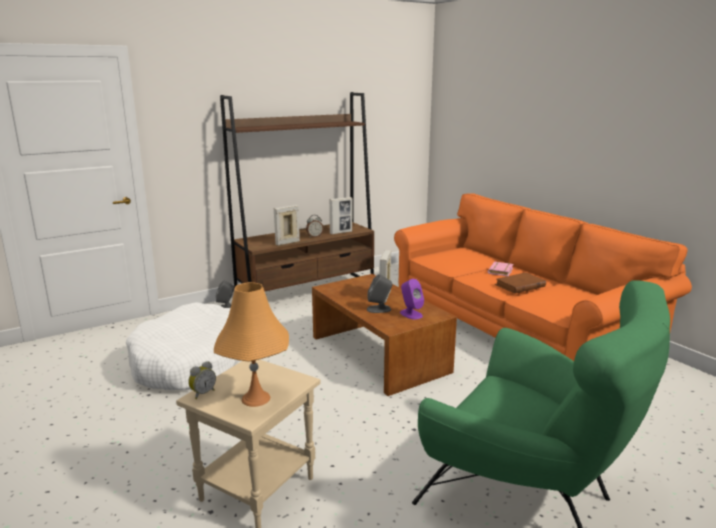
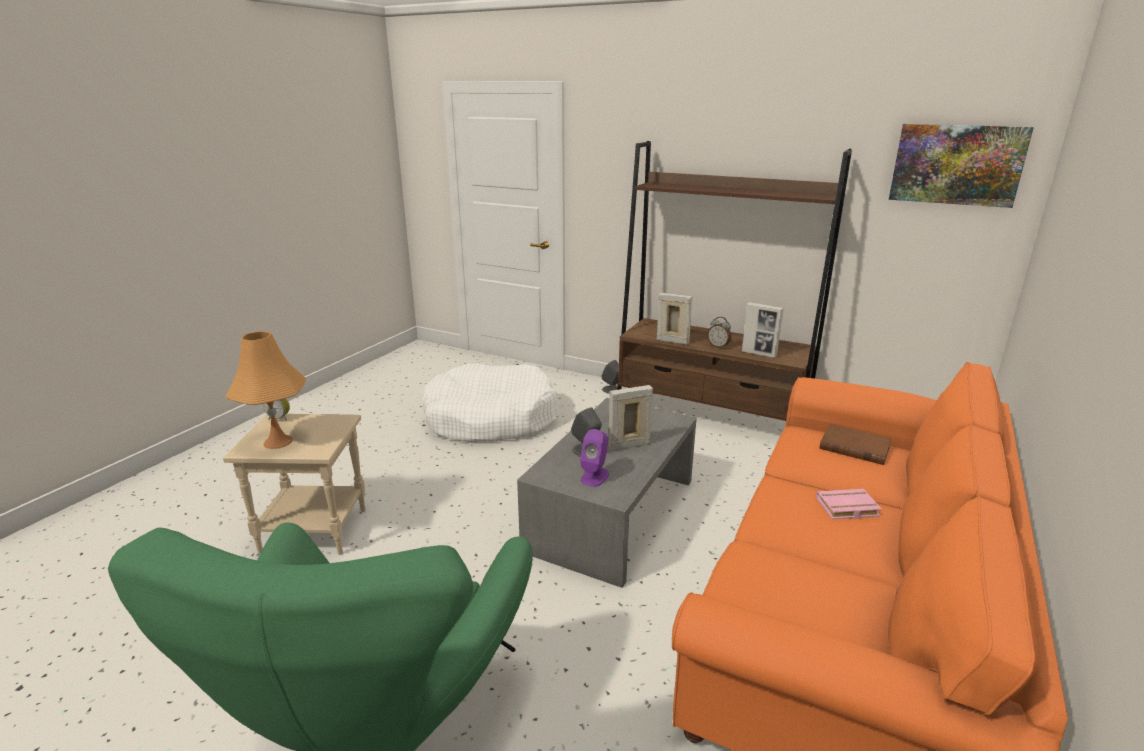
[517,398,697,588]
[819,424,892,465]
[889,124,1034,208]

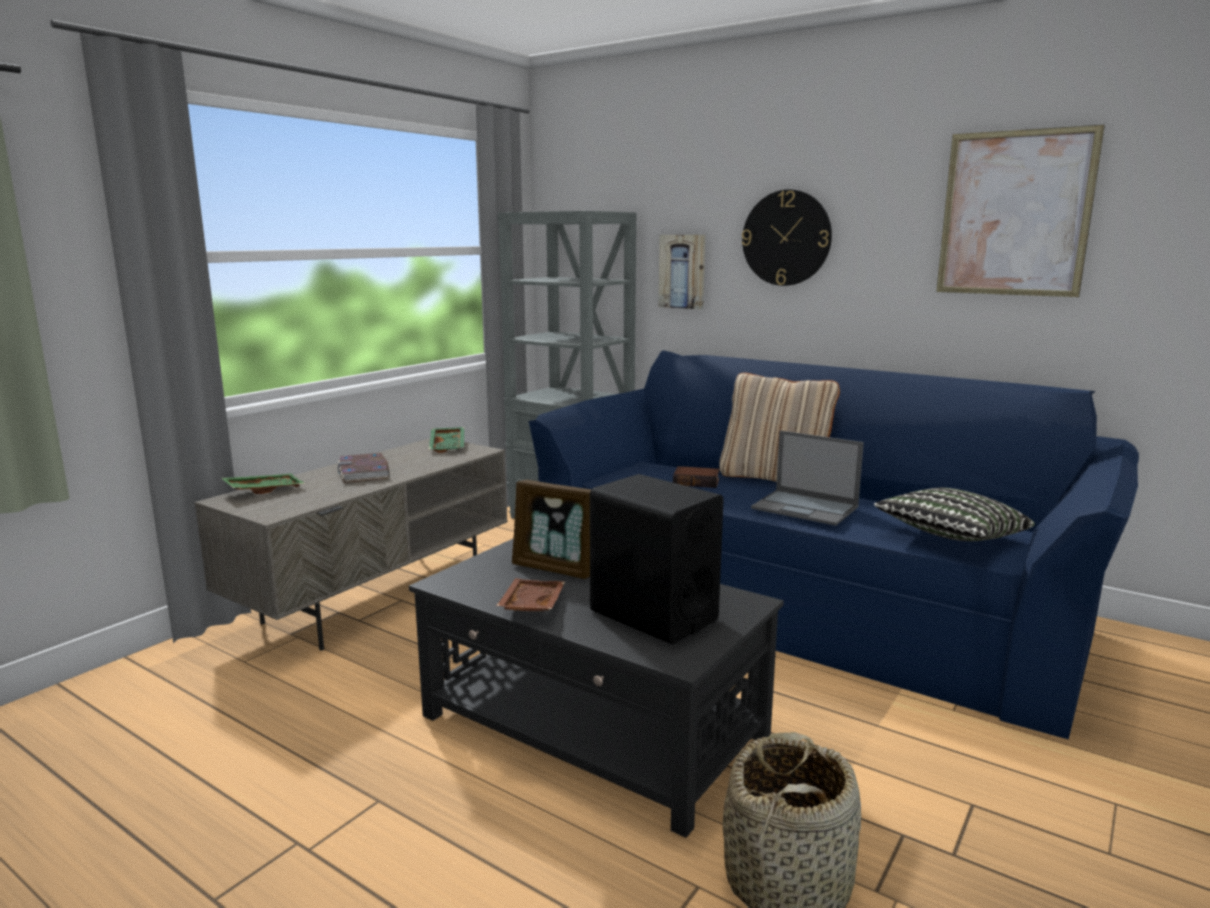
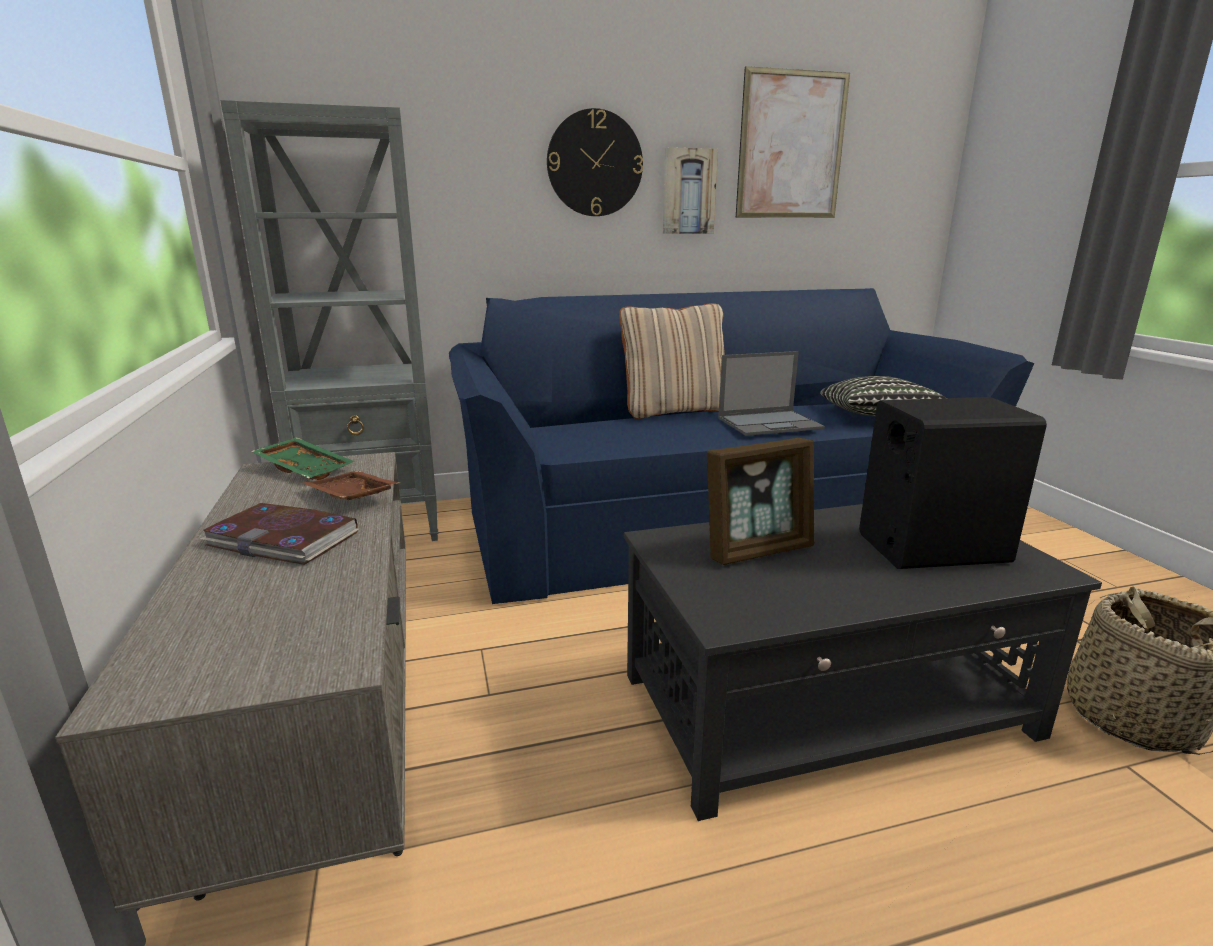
[303,471,400,500]
[663,147,718,234]
[222,473,305,494] (first image)
[673,466,720,488] (first image)

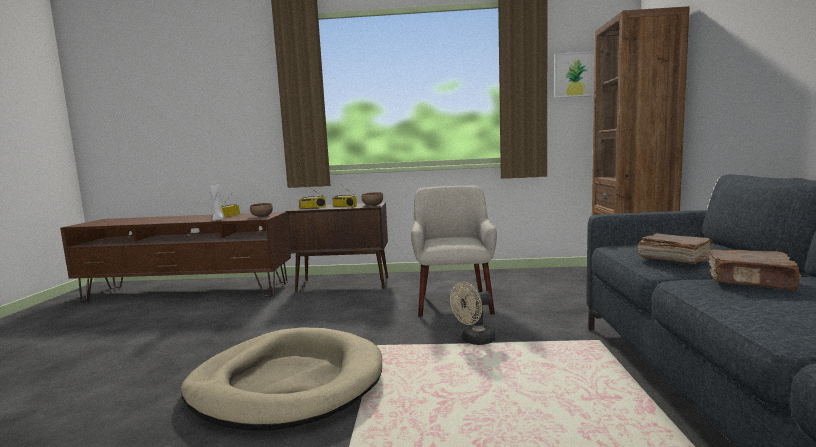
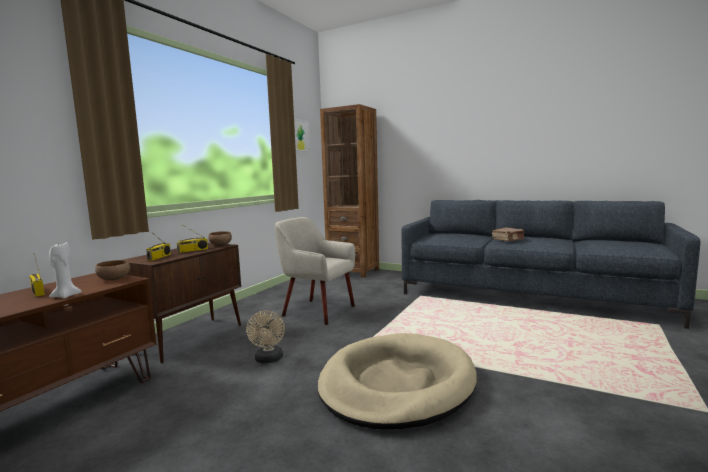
[246,311,285,363]
[638,233,713,264] (first image)

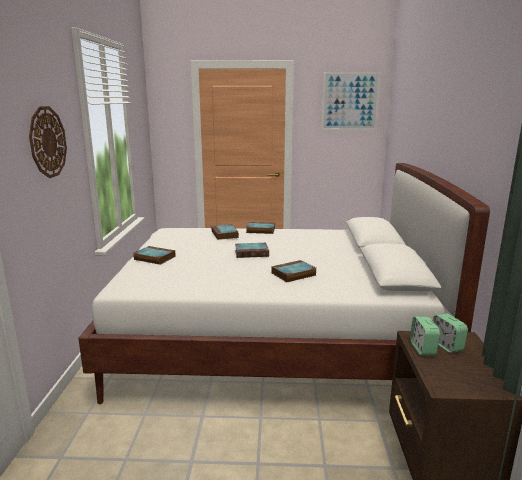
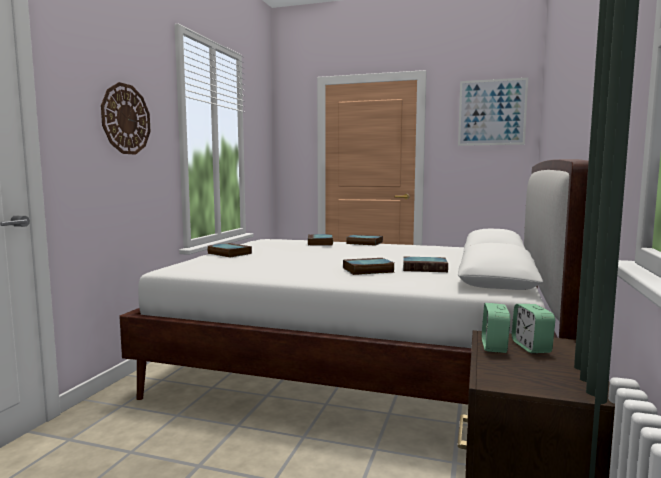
[403,256,448,272]

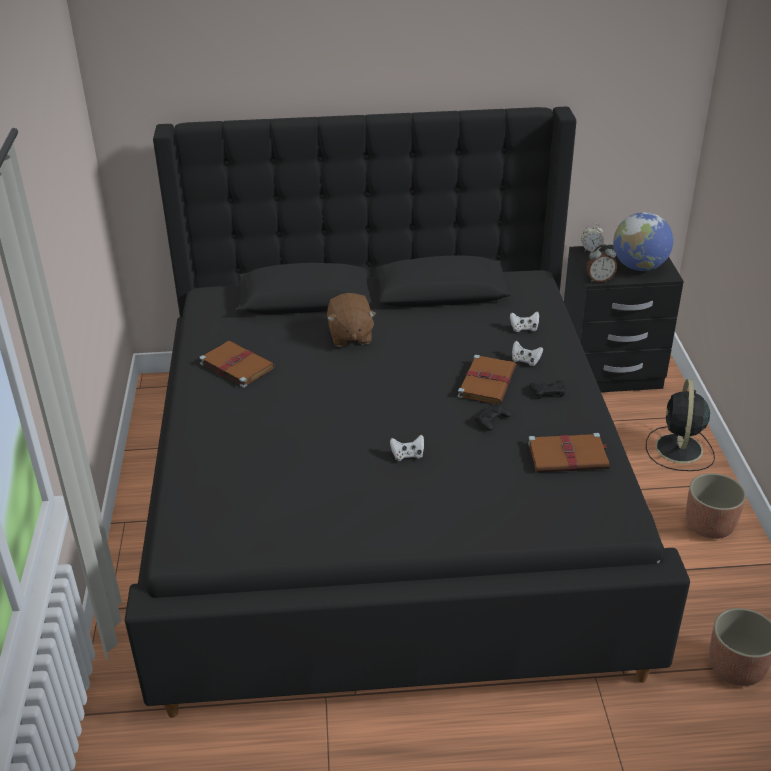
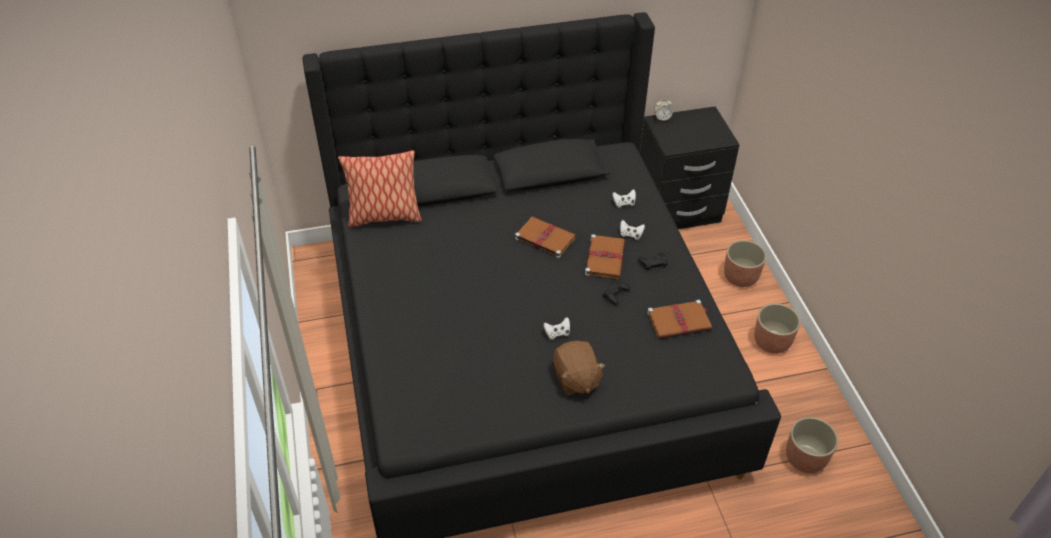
[338,150,422,227]
[515,216,576,259]
[553,340,606,395]
[724,240,766,287]
[586,244,617,282] (first image)
[613,212,673,271] (first image)

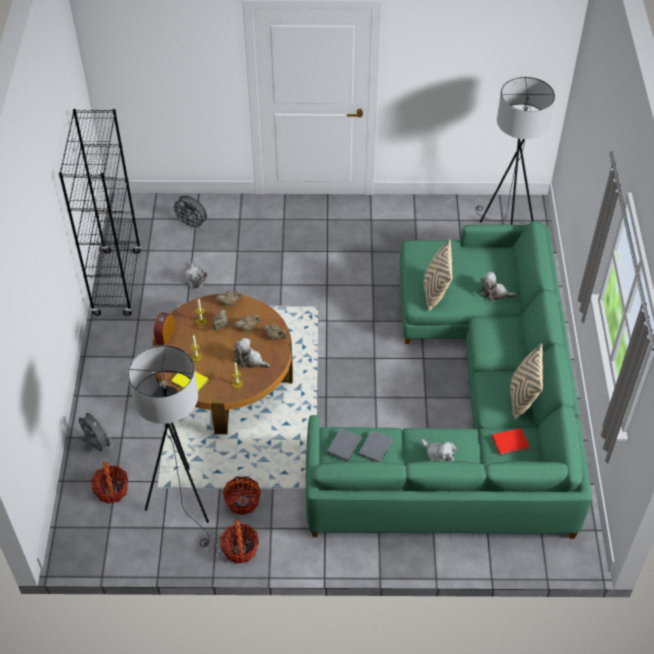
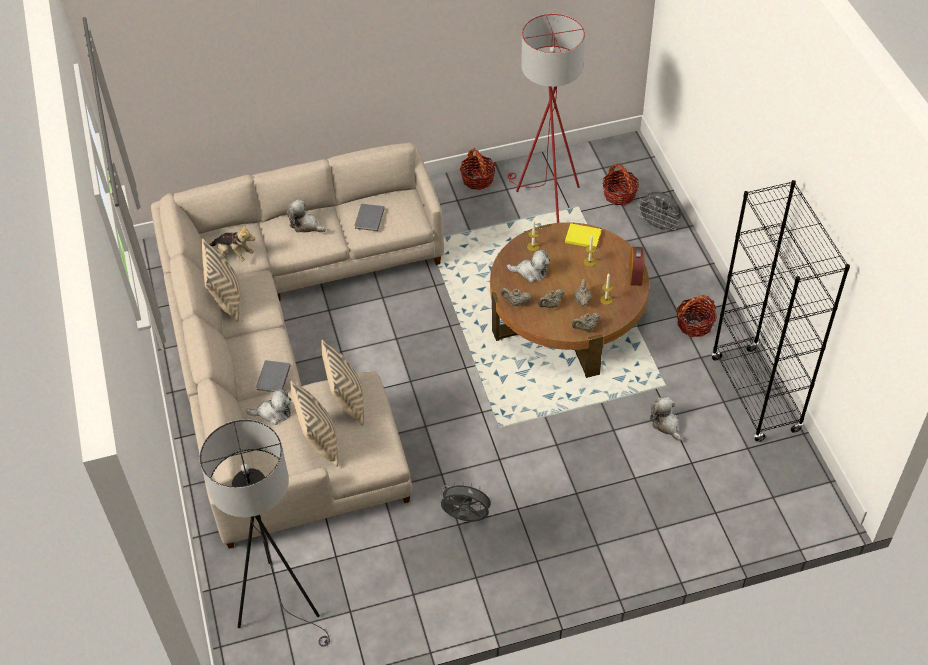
[151,142,444,549]
[209,225,255,262]
[256,360,291,392]
[291,381,338,467]
[440,481,494,522]
[508,14,585,223]
[677,295,717,337]

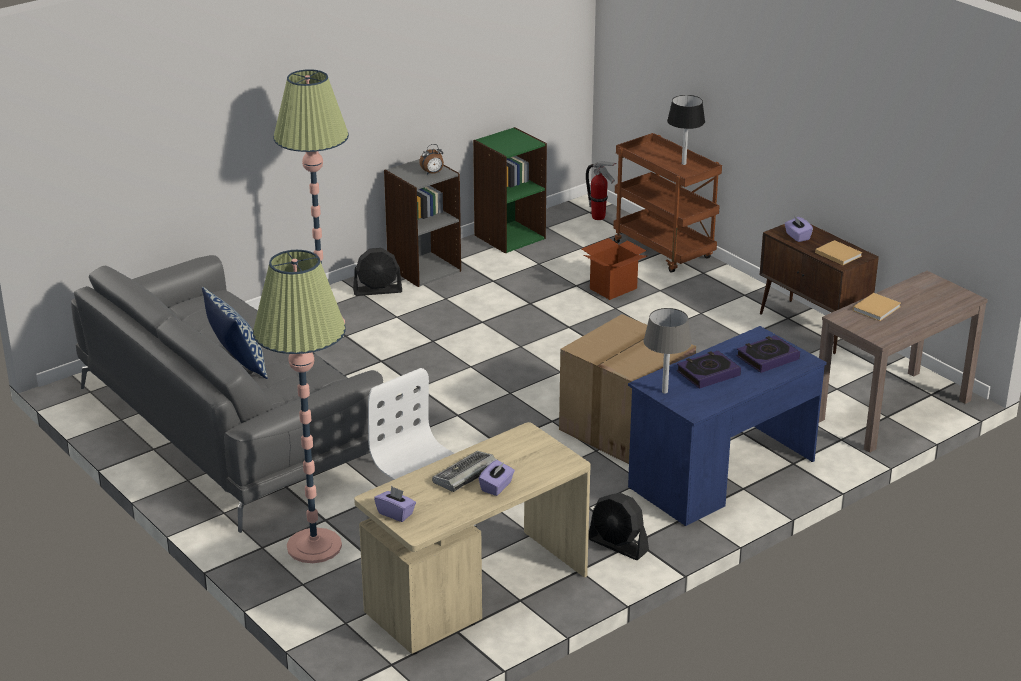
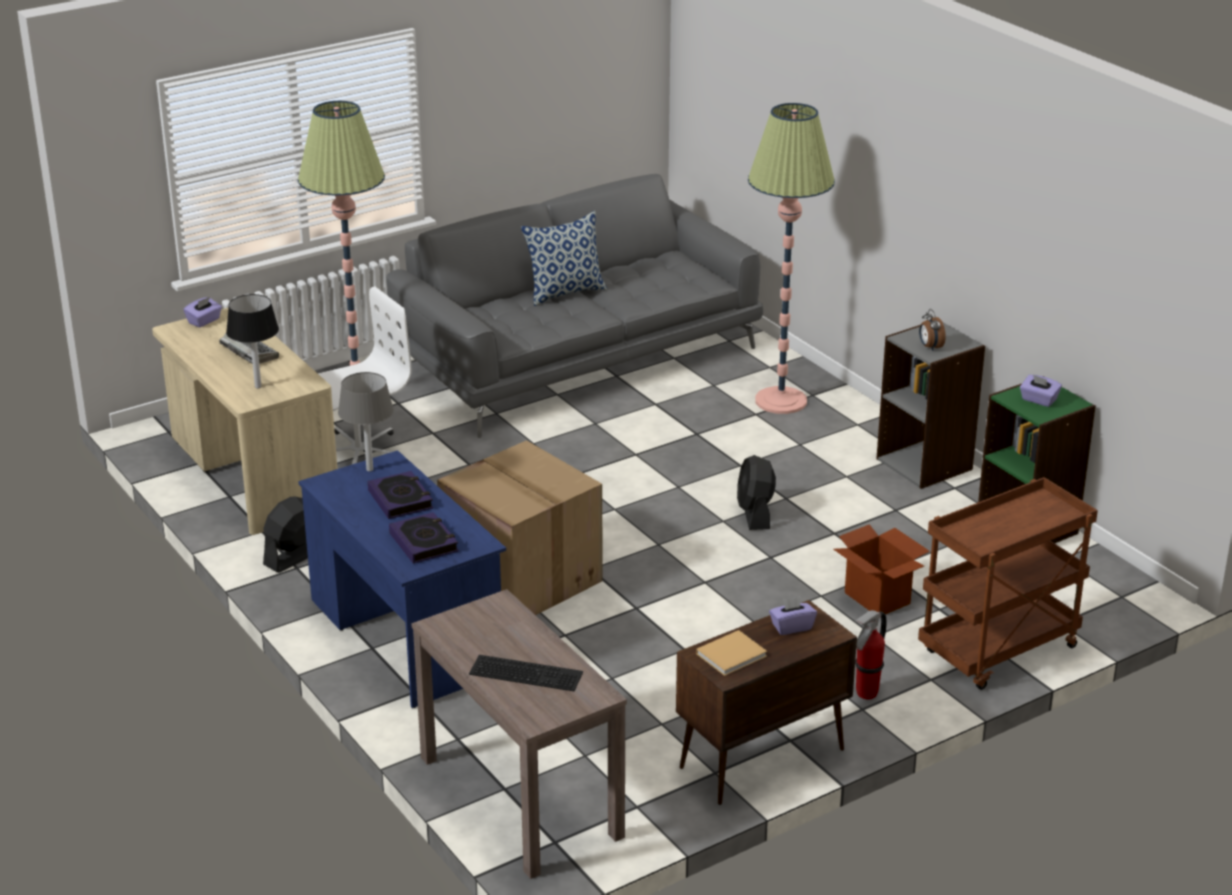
[226,294,279,388]
[469,655,583,691]
[737,455,776,530]
[855,610,887,700]
[1020,375,1062,407]
[853,293,901,321] (first image)

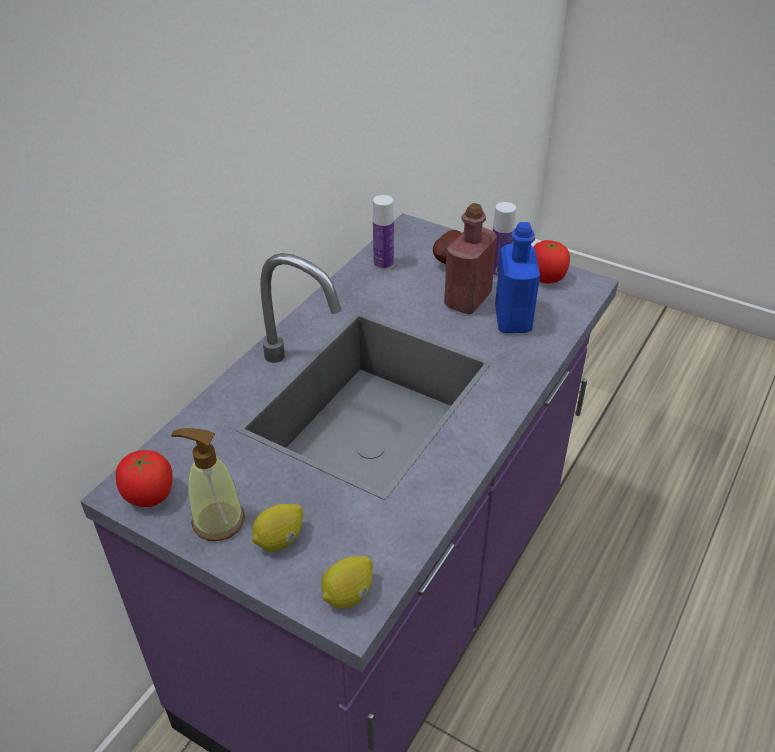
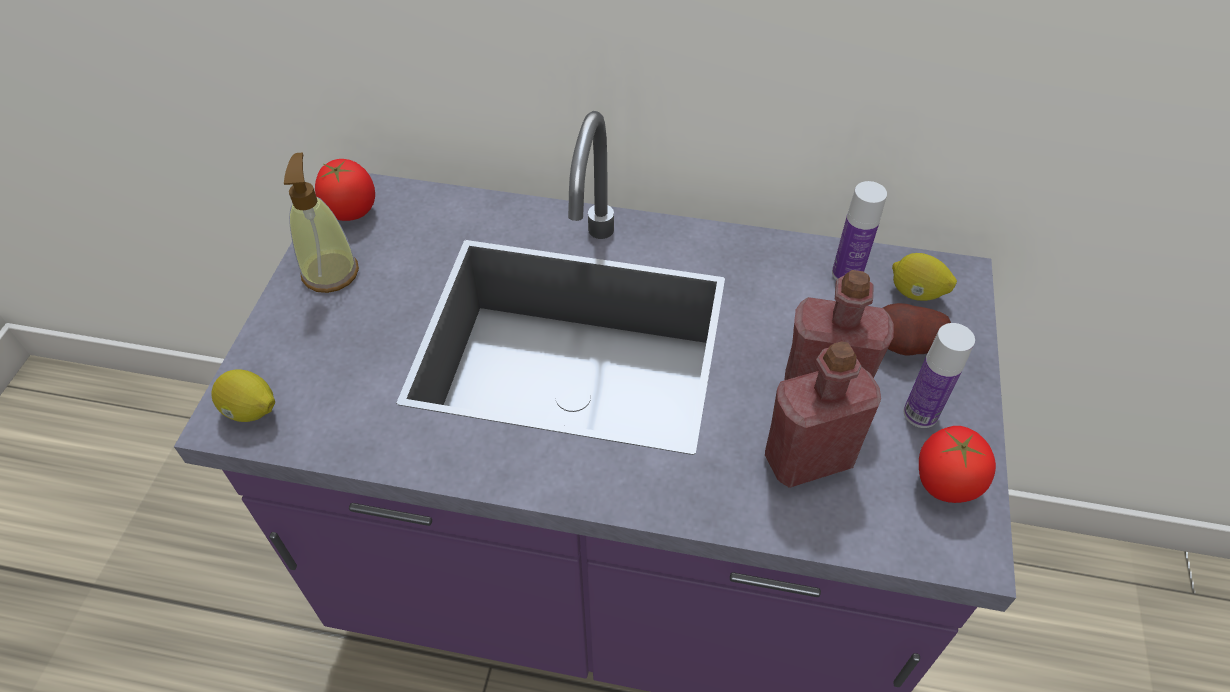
[765,341,881,488]
[892,253,957,301]

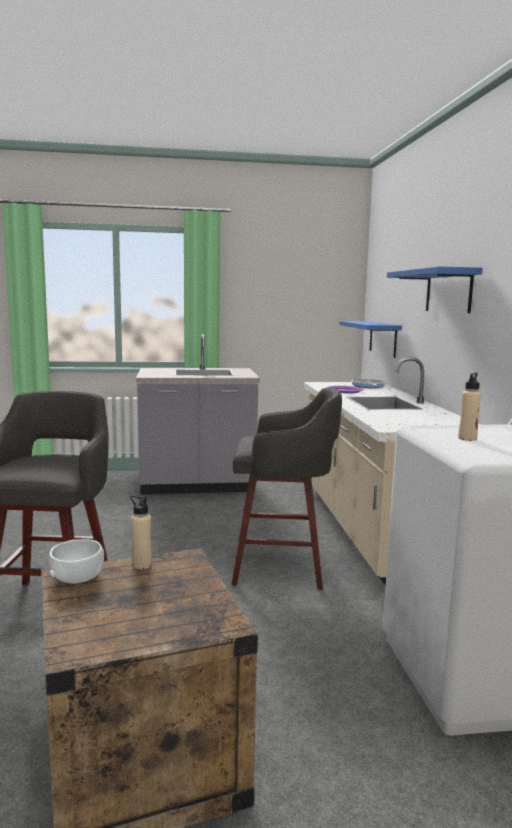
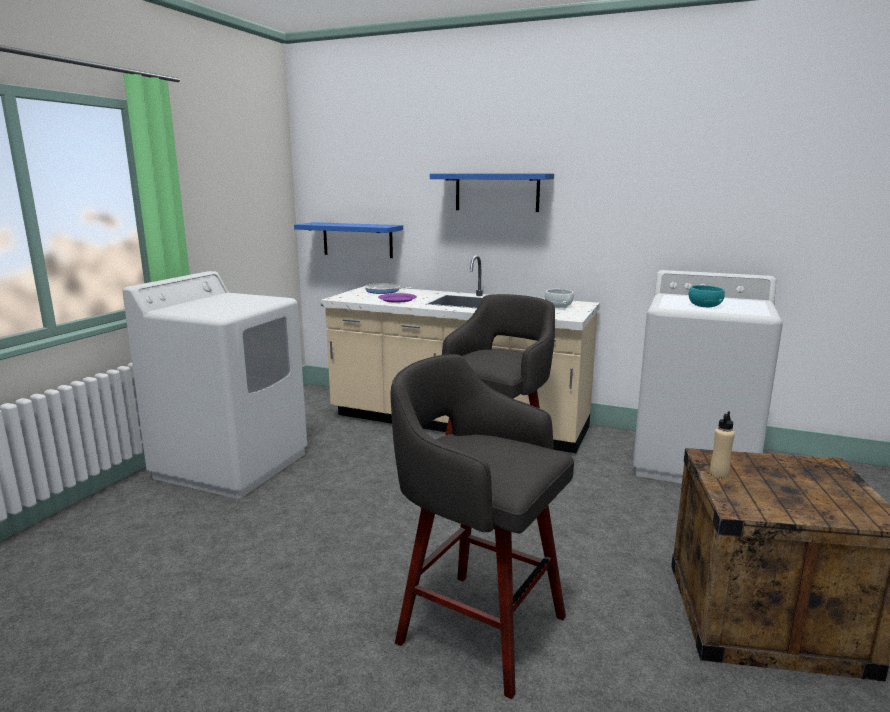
[123,271,307,499]
[545,289,574,308]
[688,285,725,307]

